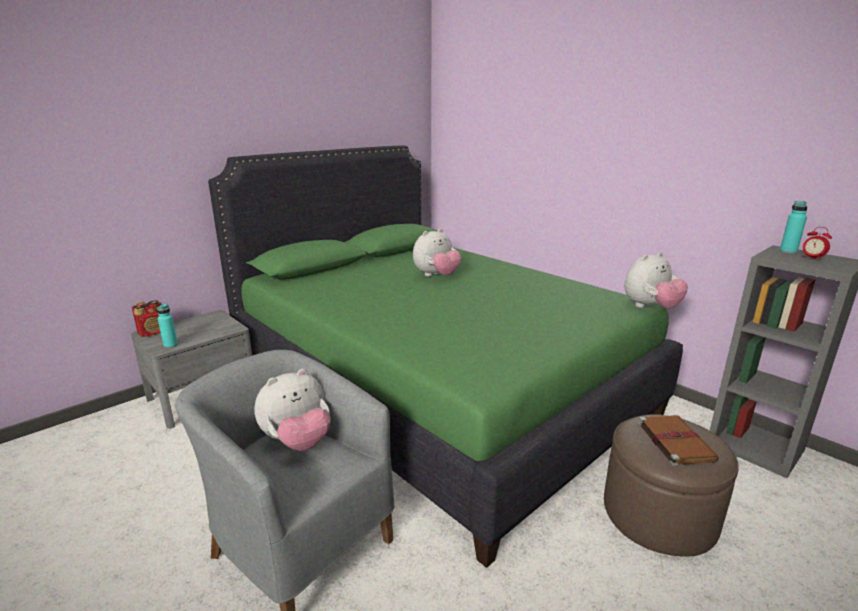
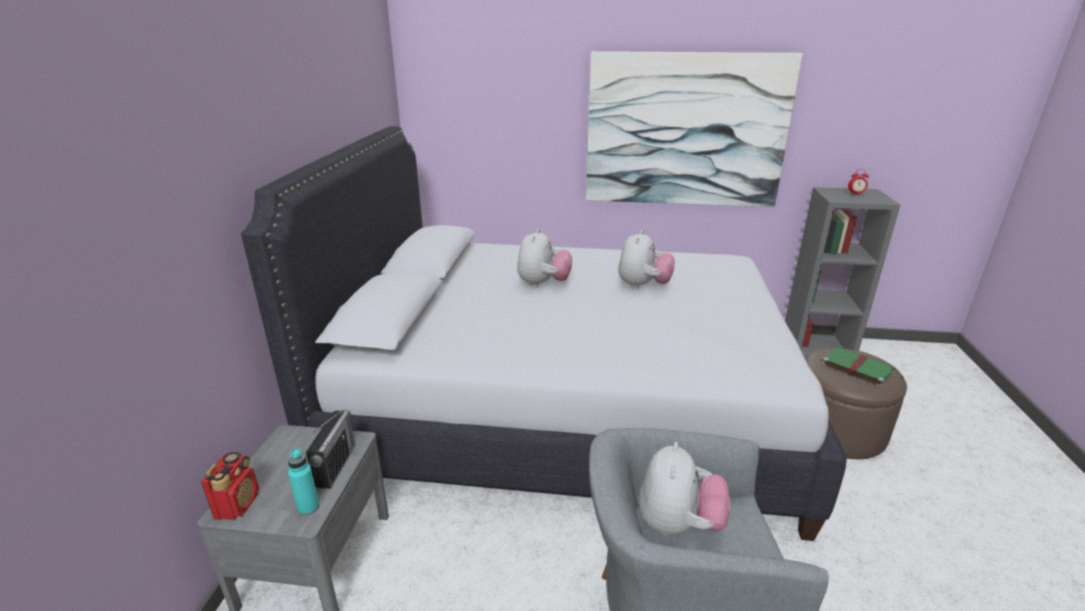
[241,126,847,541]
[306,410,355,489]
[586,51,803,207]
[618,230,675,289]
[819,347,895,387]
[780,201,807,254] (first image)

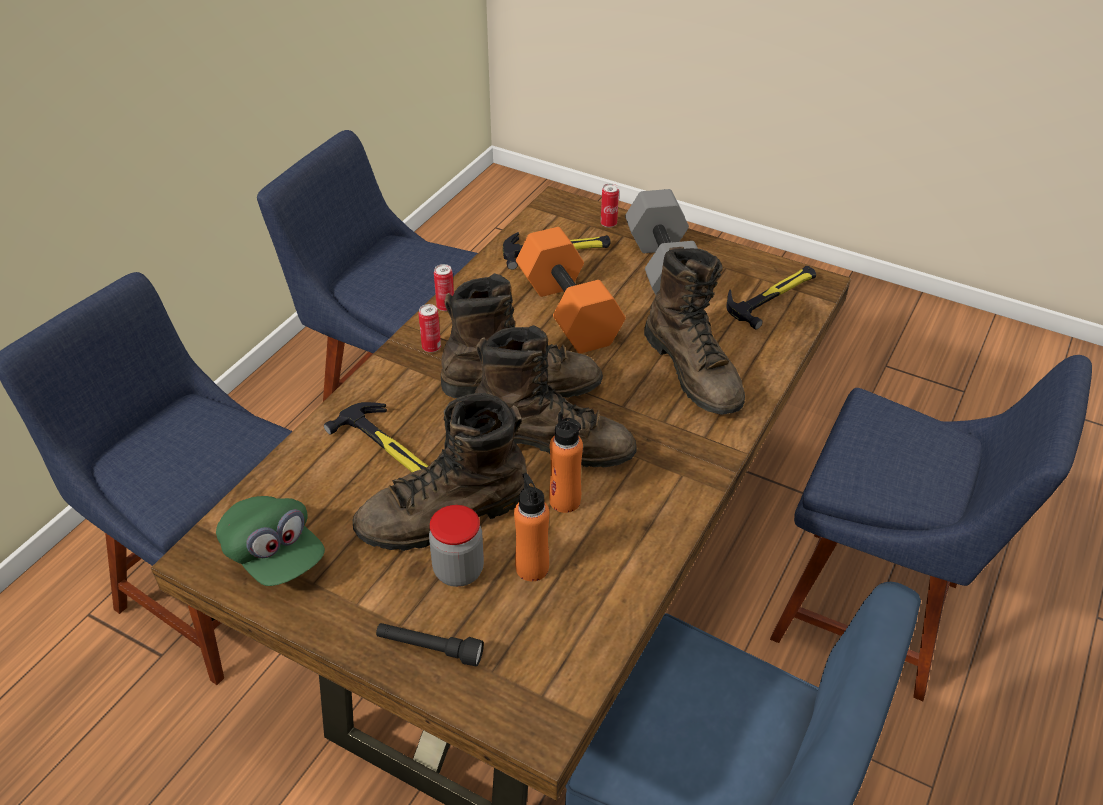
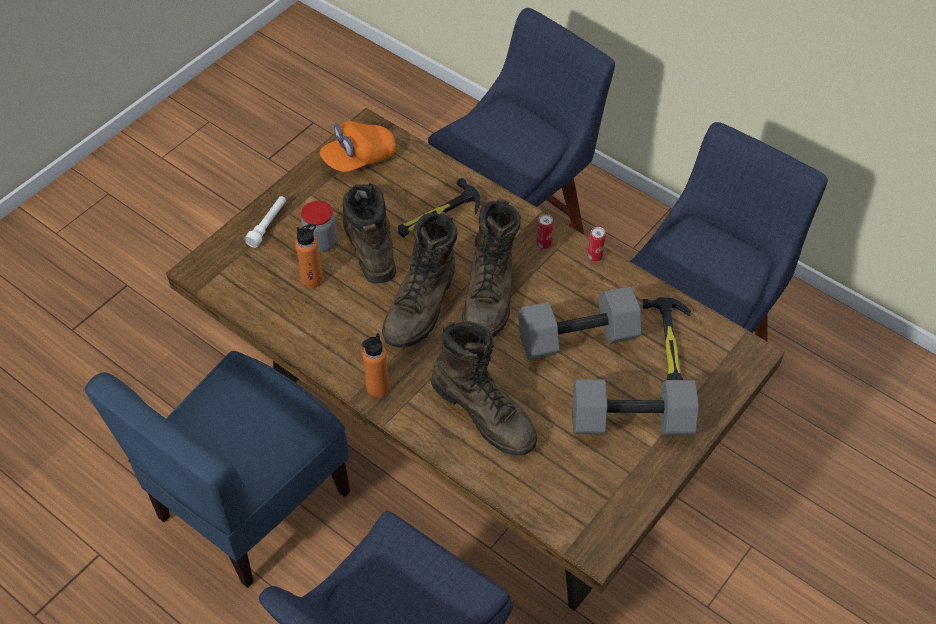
[244,196,286,248]
[320,121,396,172]
[362,333,390,397]
[431,321,537,456]
[518,286,642,360]
[601,183,619,228] (first image)
[727,266,816,329] (first image)

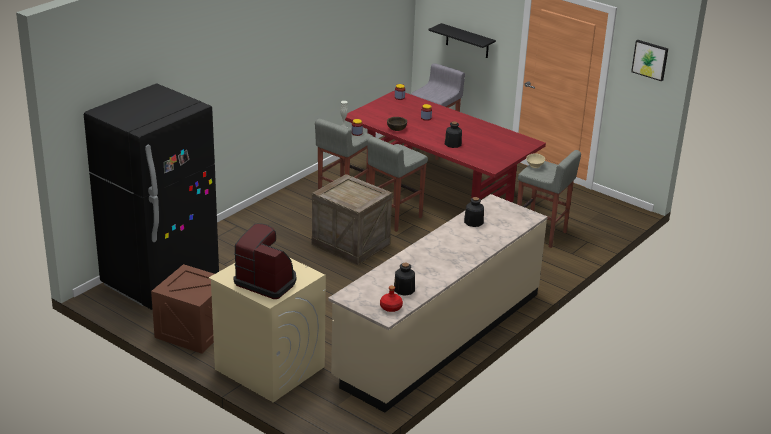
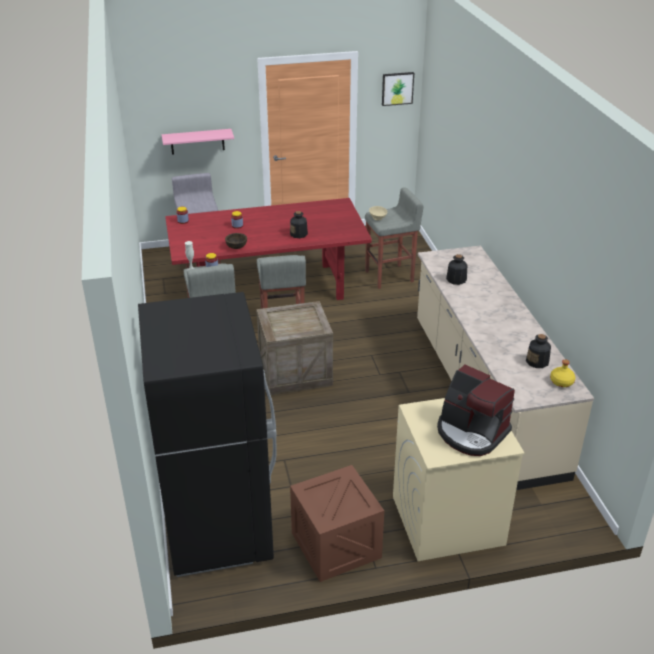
[162,129,234,155]
[437,365,515,456]
[550,360,575,387]

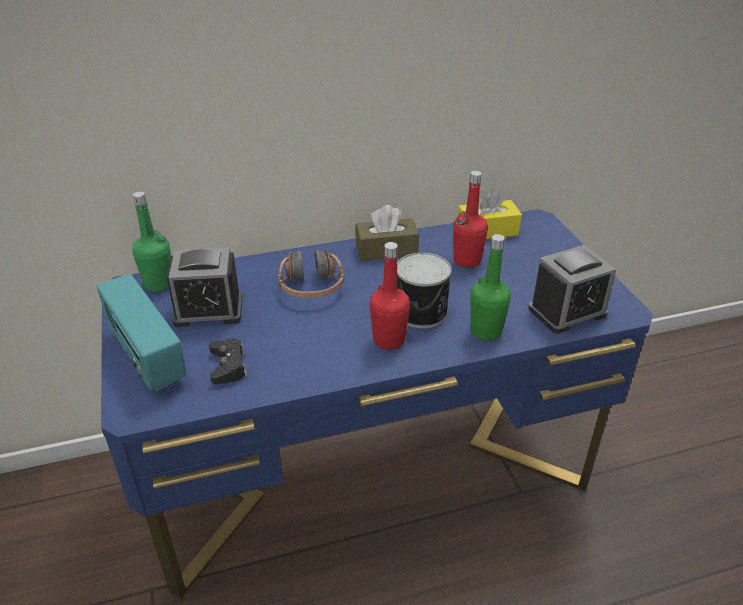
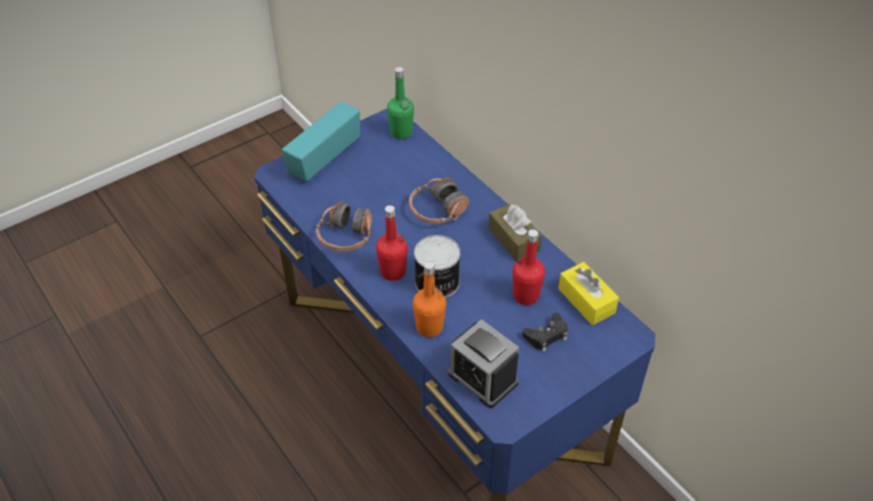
[316,202,372,251]
[413,261,446,337]
[522,313,568,352]
[166,247,242,327] (first image)

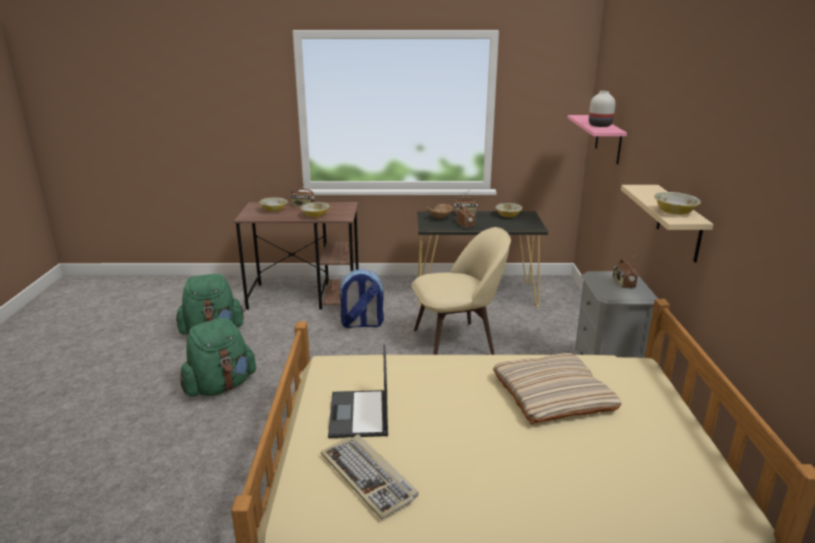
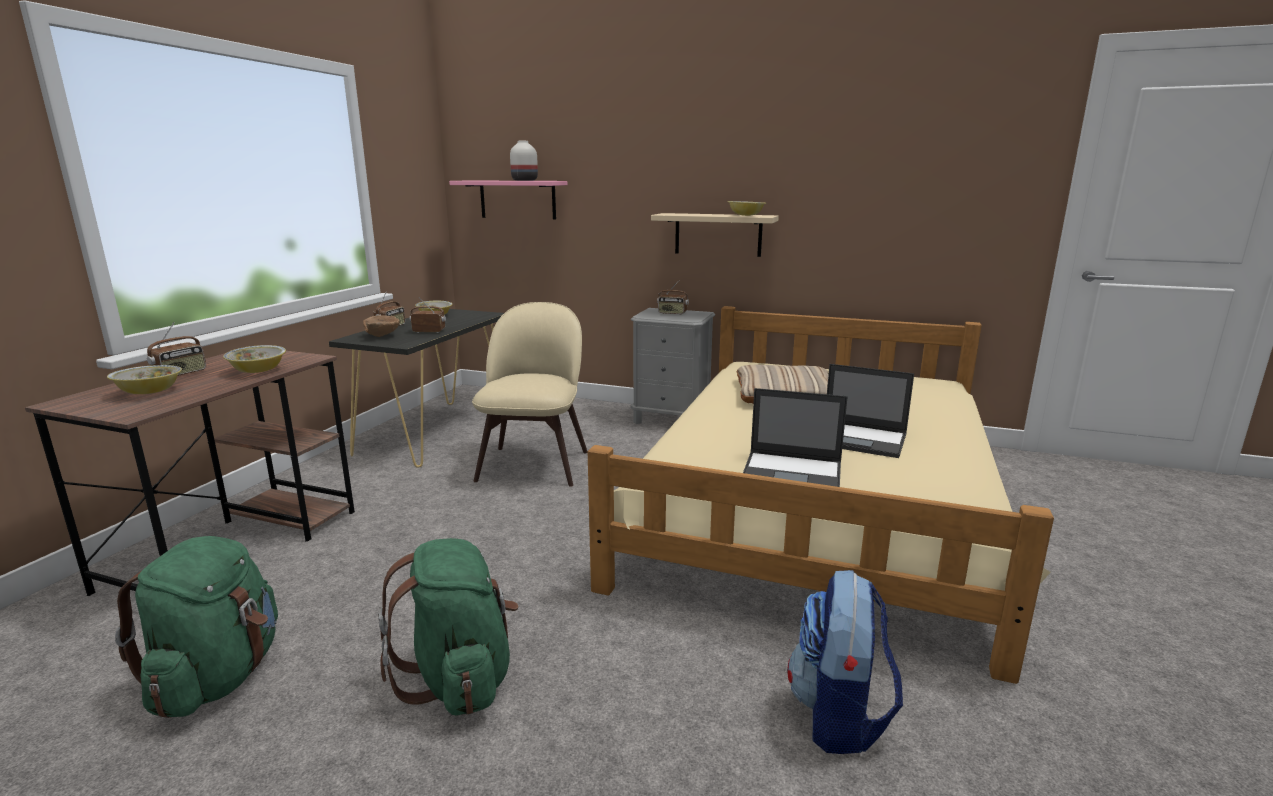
[788,570,903,754]
[827,364,914,458]
[321,434,419,519] (first image)

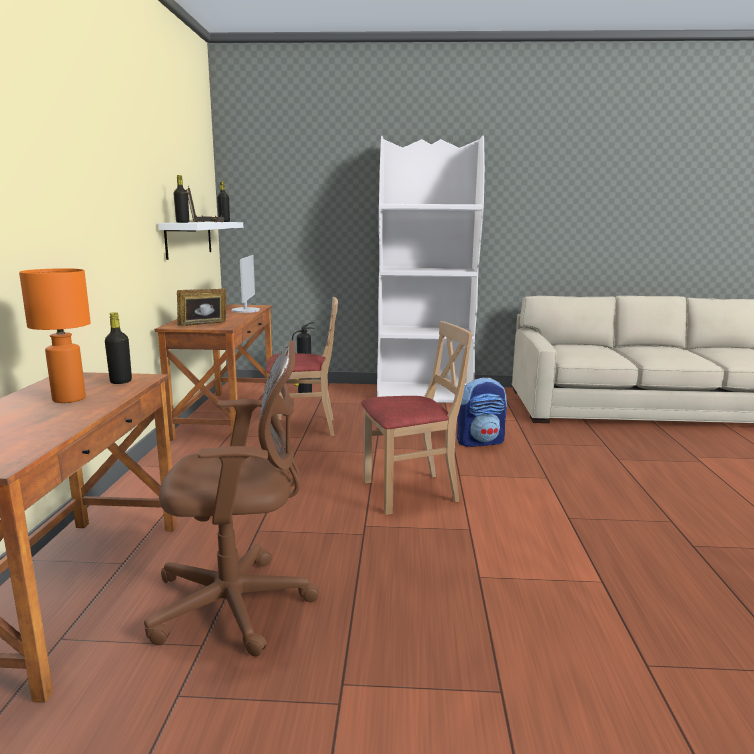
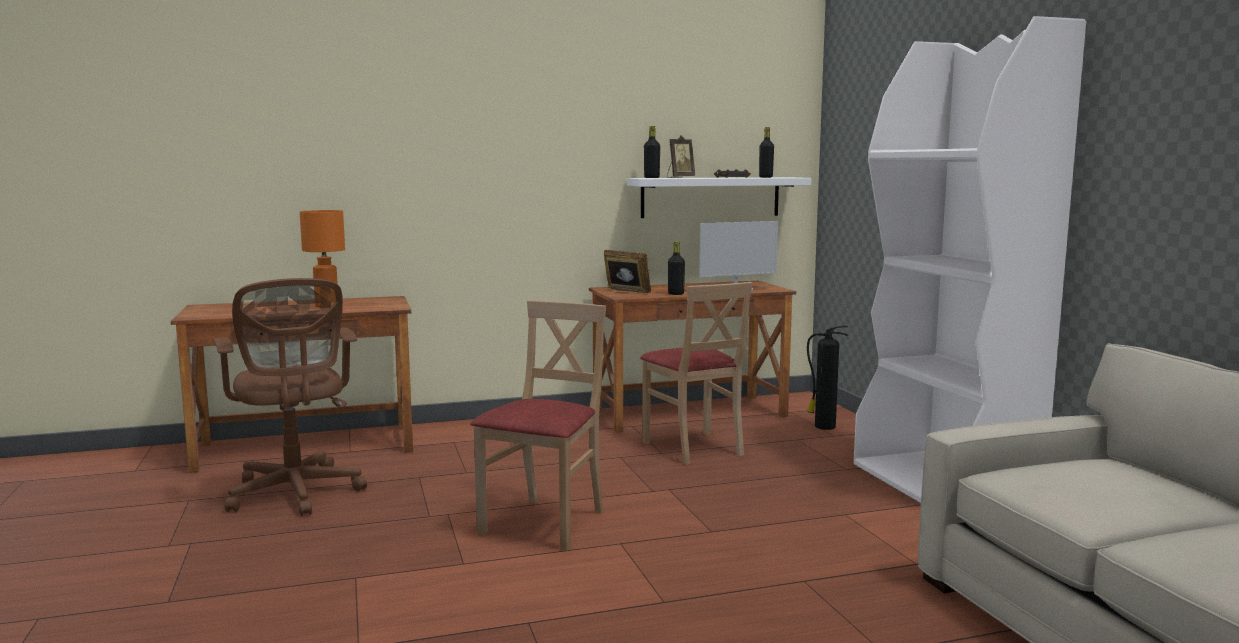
[470,300,606,551]
[668,241,685,295]
[457,378,507,447] (first image)

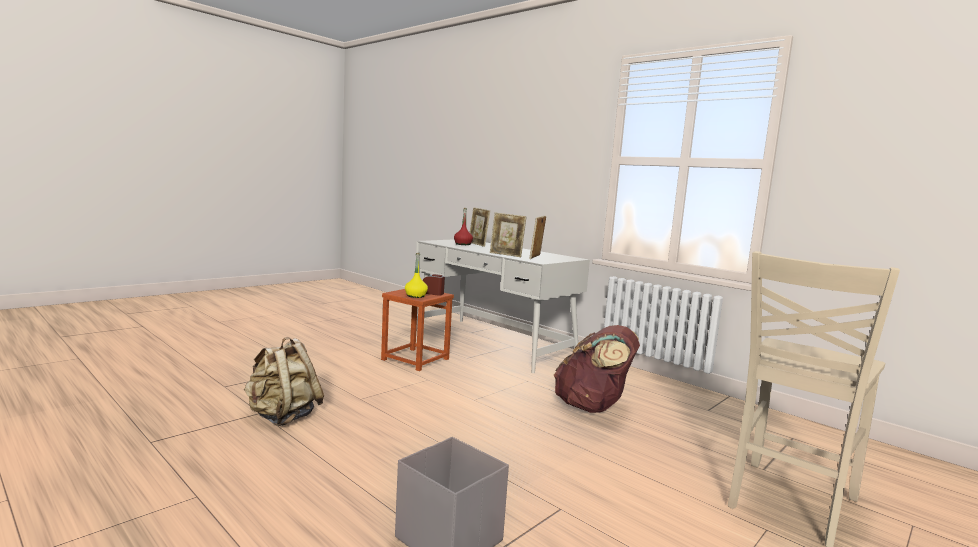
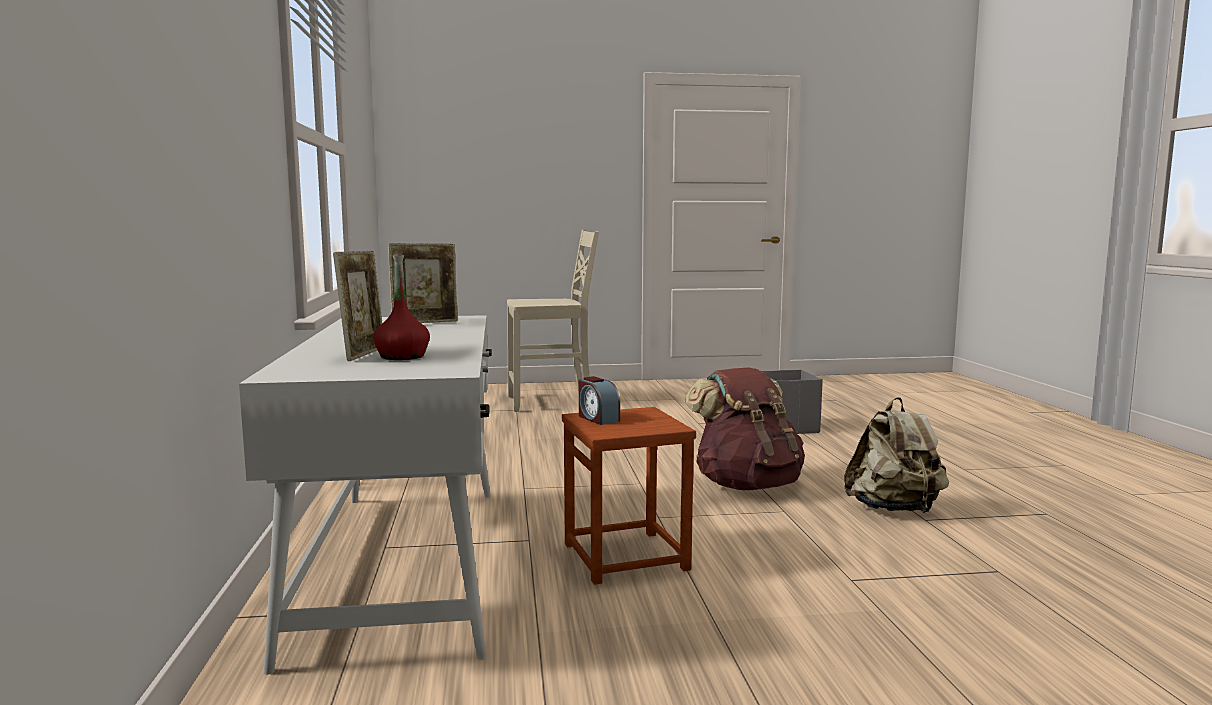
[685,368,805,490]
[405,253,428,298] (first image)
[490,213,527,257] (first image)

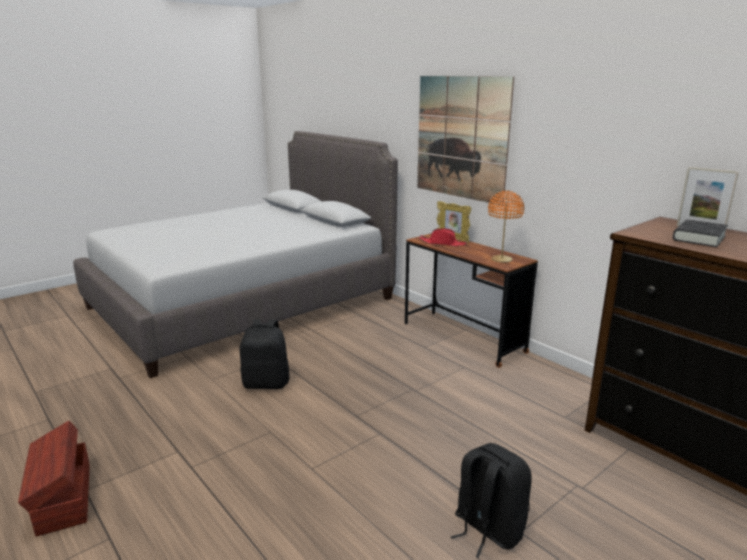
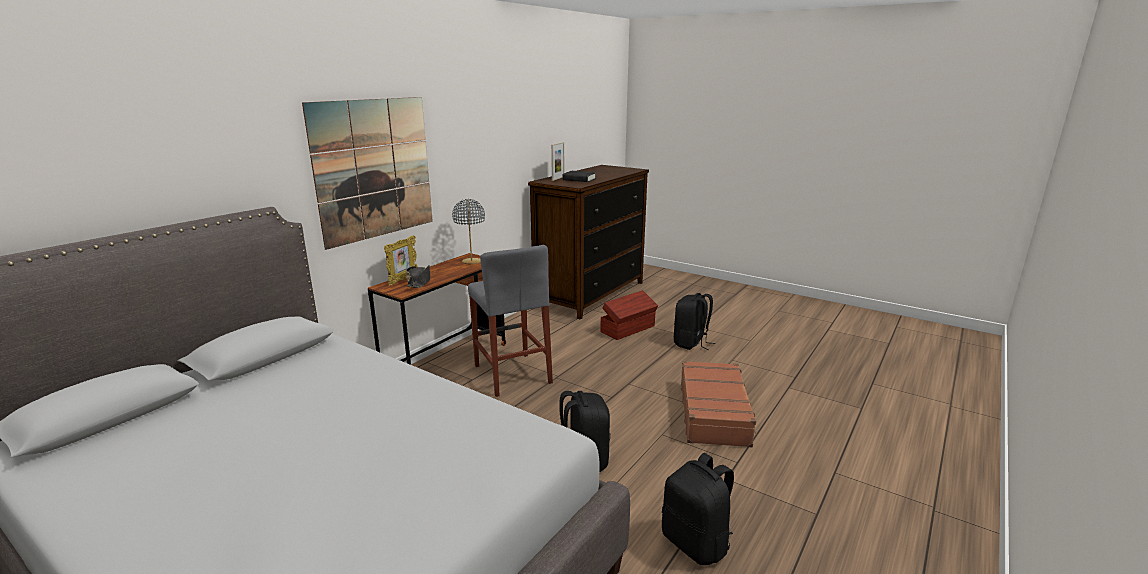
[406,265,430,288]
[452,199,485,264]
[468,245,553,397]
[600,290,658,340]
[662,453,734,565]
[681,361,757,447]

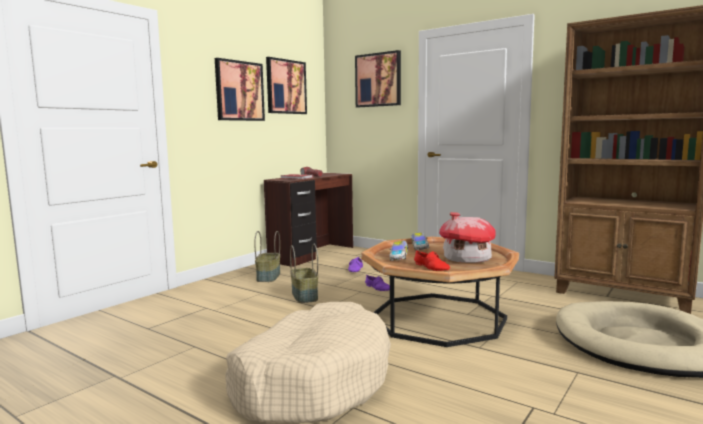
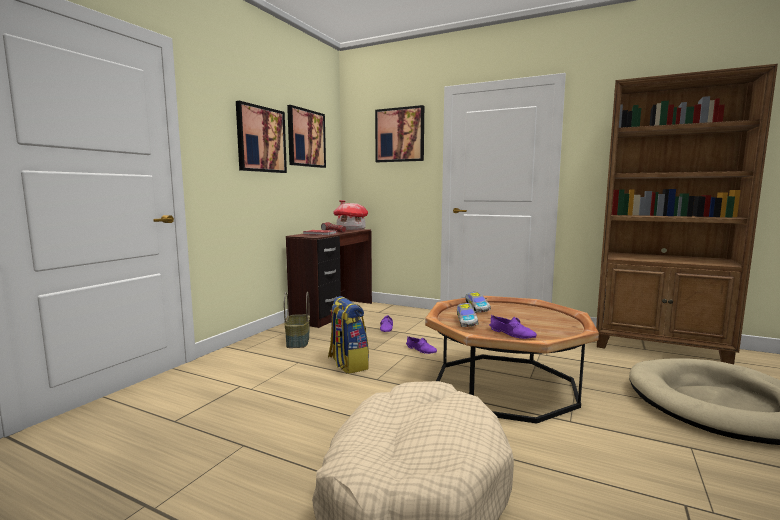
[328,296,369,374]
[333,200,368,230]
[489,315,537,339]

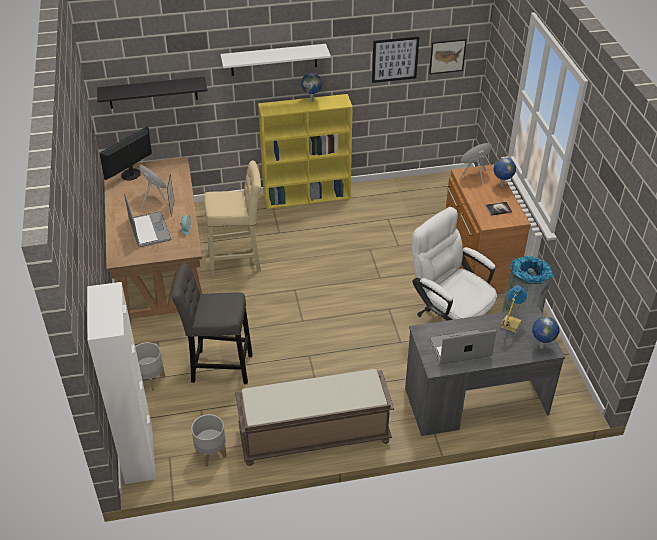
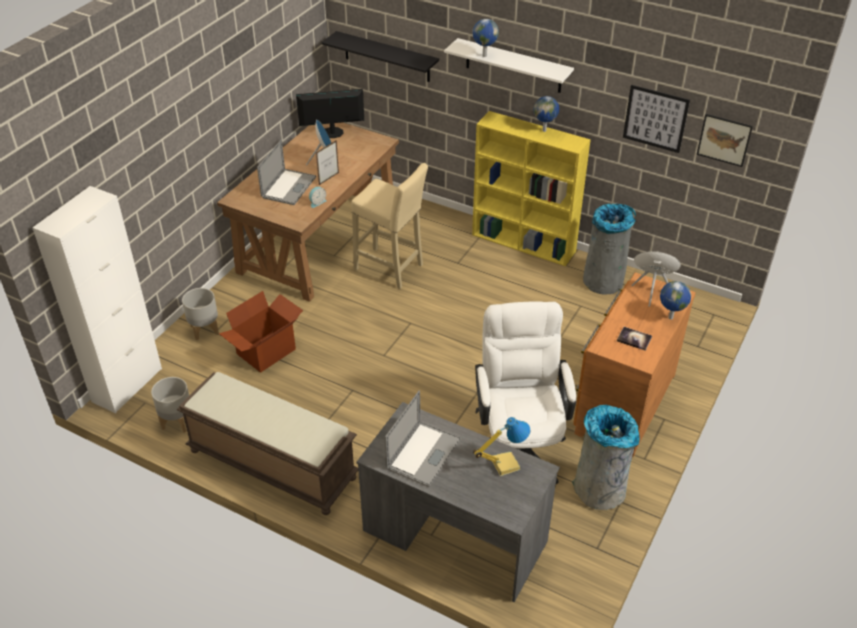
[219,291,303,373]
[385,391,461,487]
[472,19,499,57]
[583,204,636,294]

